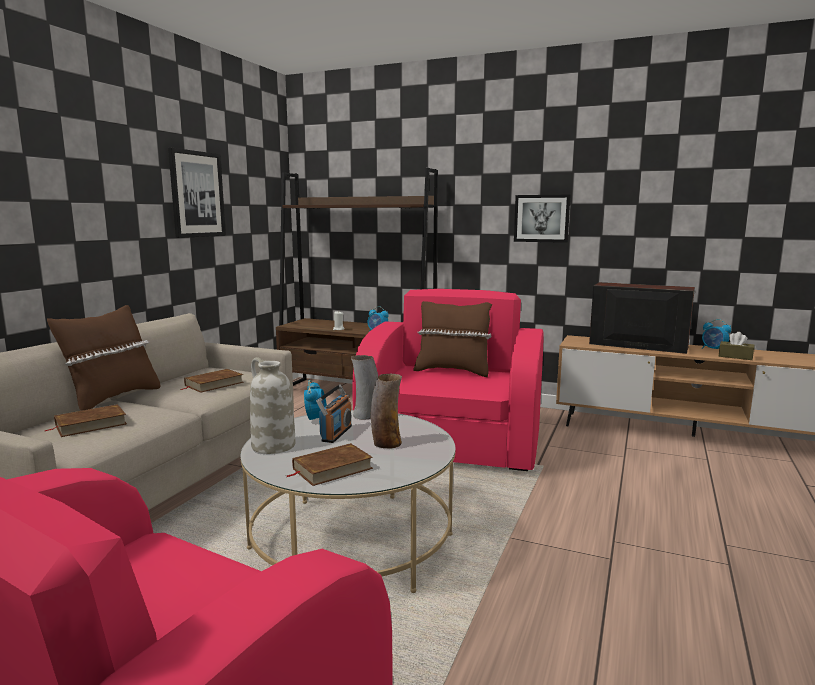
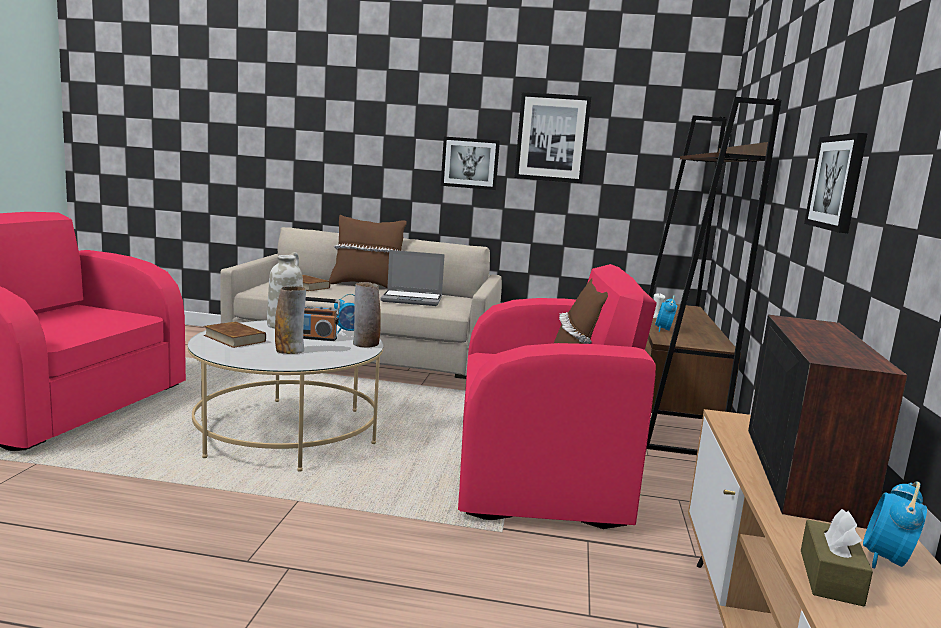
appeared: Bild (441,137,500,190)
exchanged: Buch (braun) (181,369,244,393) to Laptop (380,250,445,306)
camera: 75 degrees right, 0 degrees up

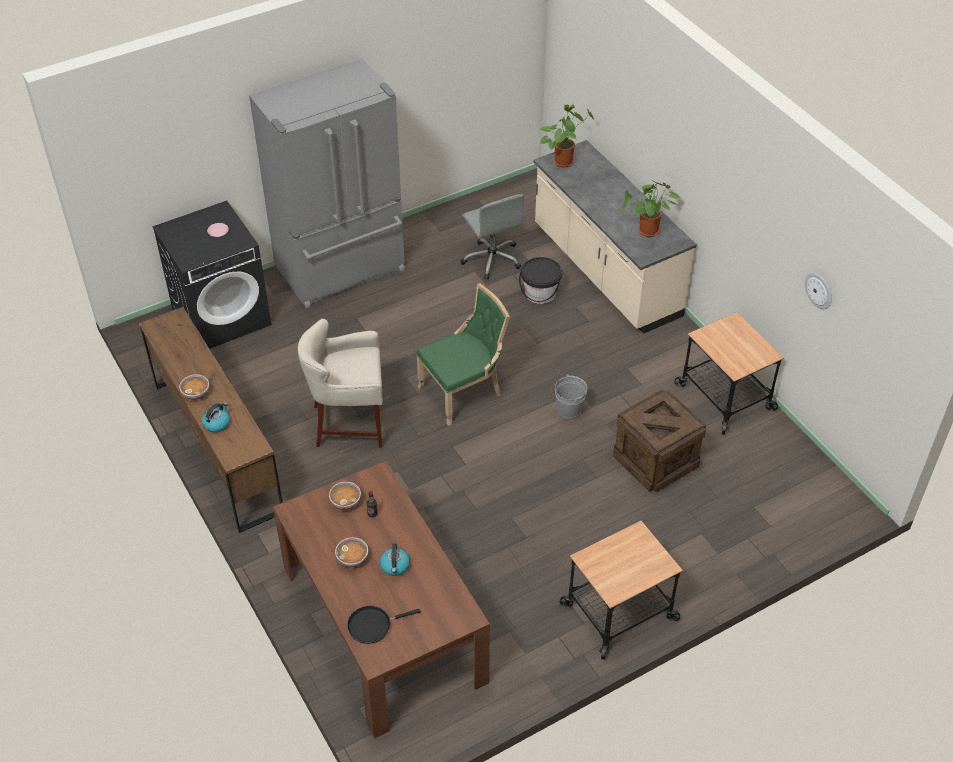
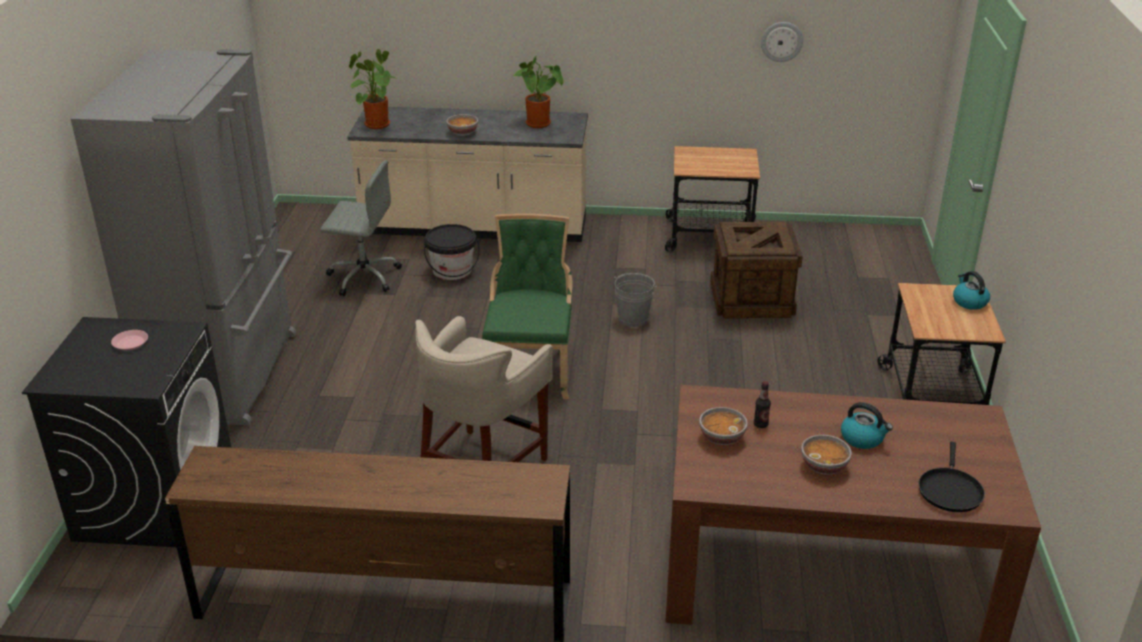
relocated: Schüssel (179,374,209,400) to (446,114,478,136); Wasserkessel (202,402,230,433) to (953,271,990,310)
camera: 55 degrees left, 15 degrees down

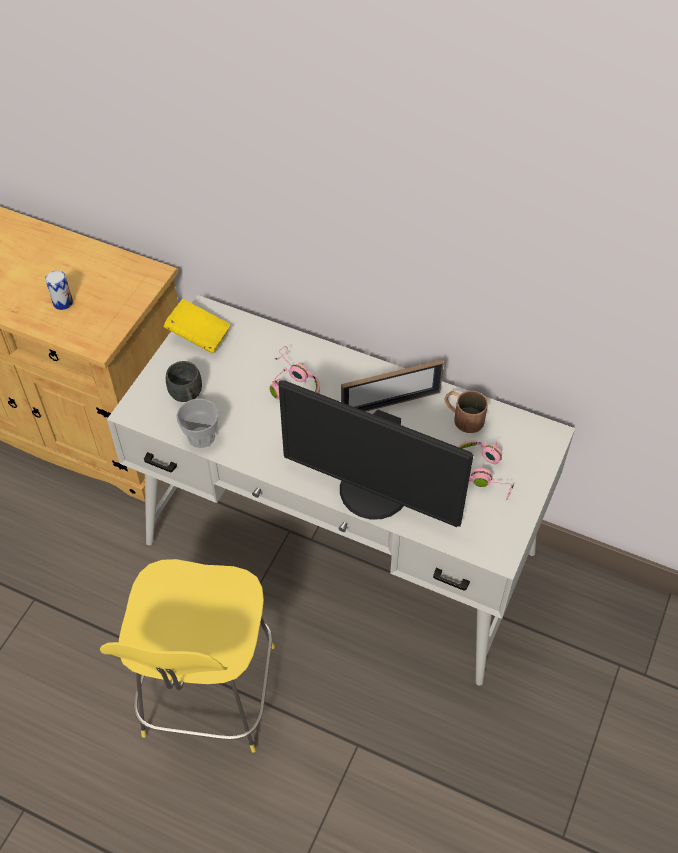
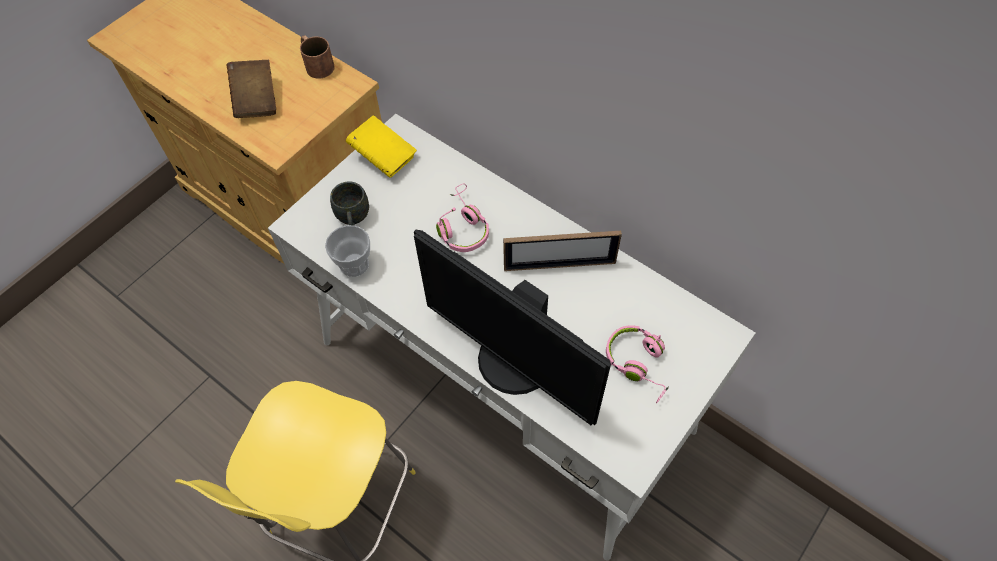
relocated: Henkelbecher (braun) (445,391,488,433) to (300,35,335,79)
exchanged: Dose (45,270,73,310) to Buch (braun) (227,60,276,118)
camera: 15 degrees right, 5 degrees up

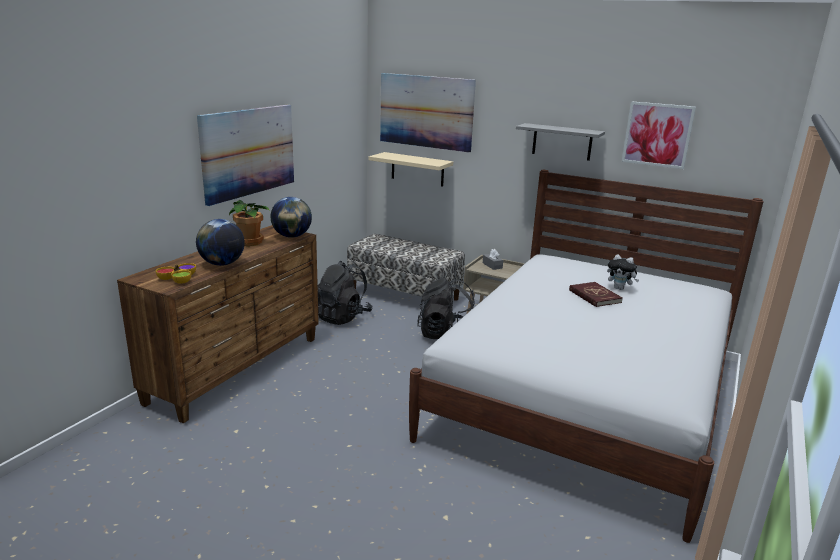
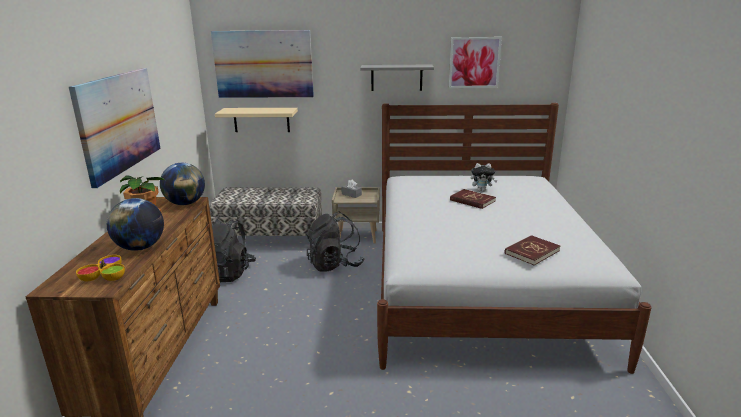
appeared: Buch (rot) (505,235,560,265)
camera: 25 degrees left, 0 degrees up

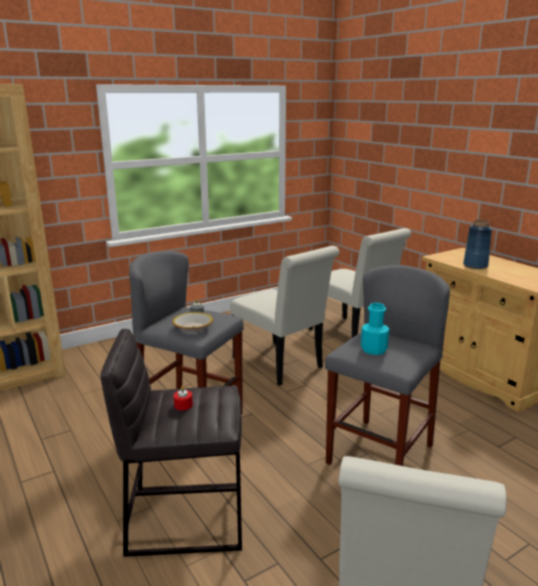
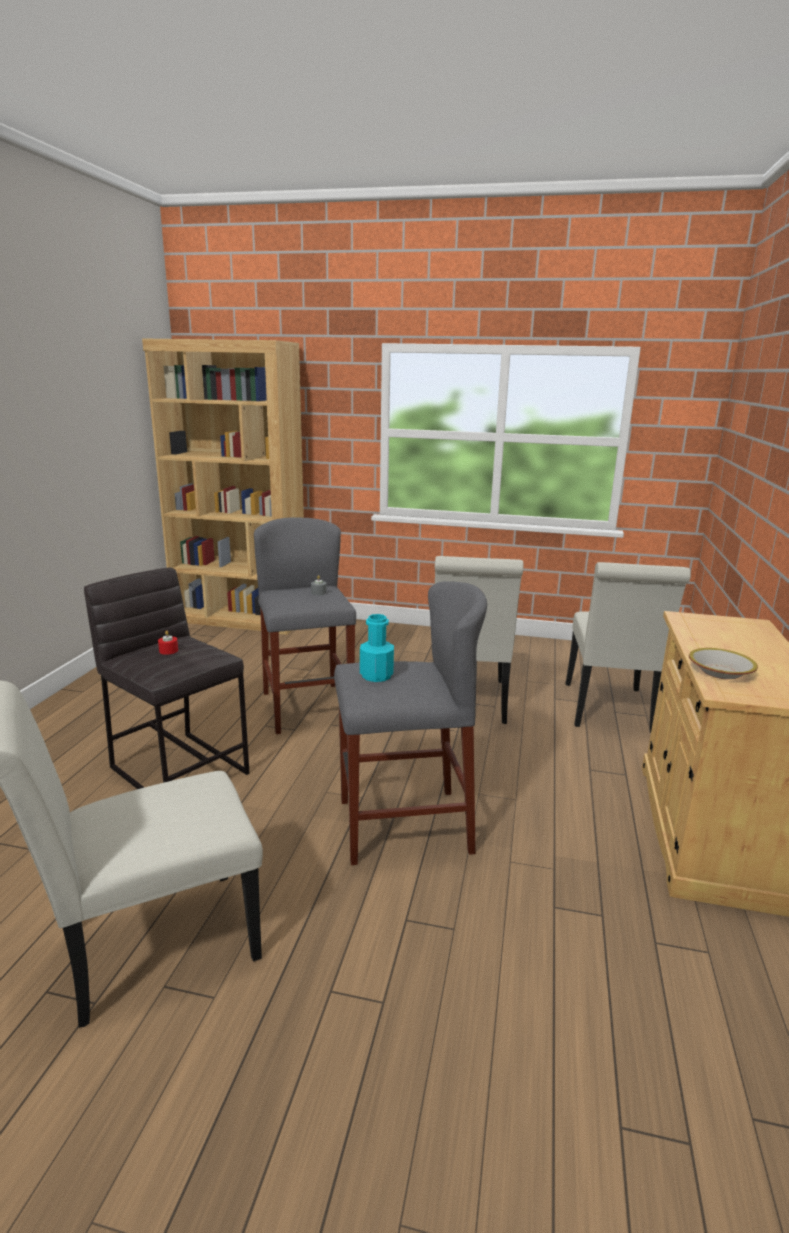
missing: Vase (blau) (463,220,492,269)
relocated: Schüssel (172,312,213,332) to (689,648,758,679)
camera: 45 degrees right, 0 degrees up

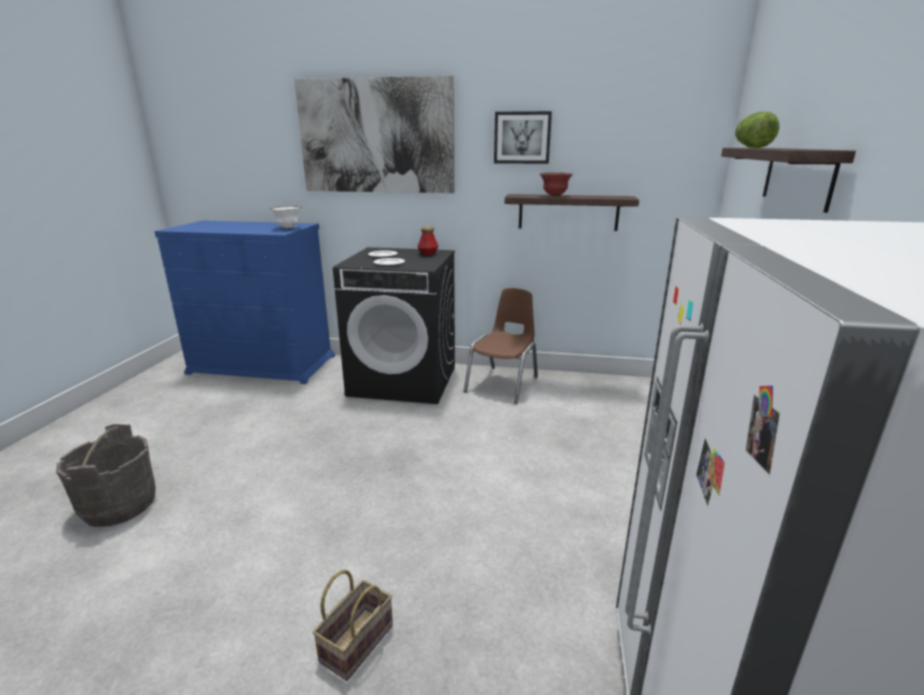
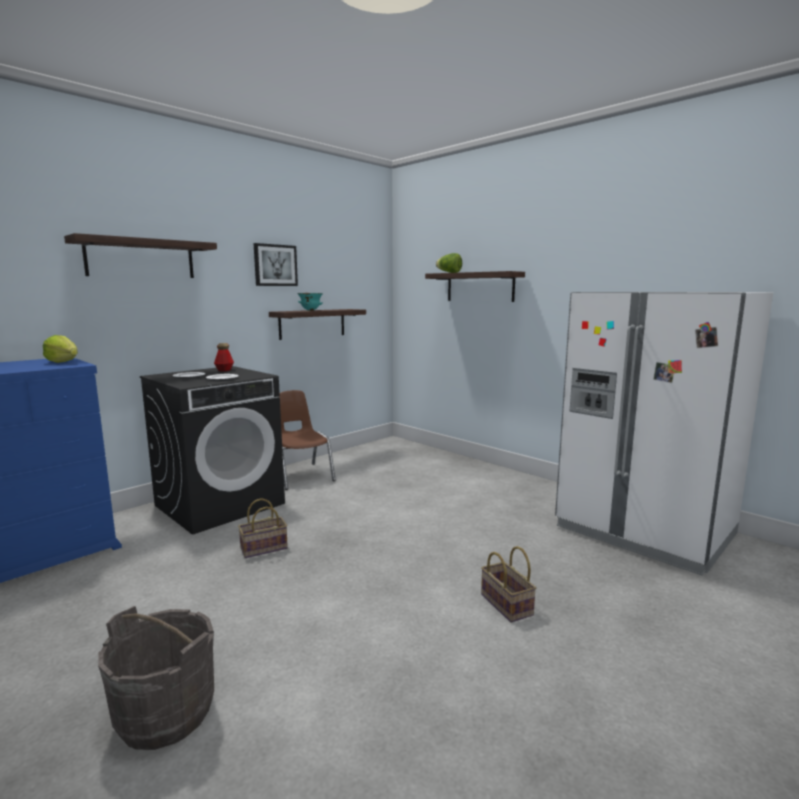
appeared: Korb (238,498,288,558)
exchanged: Schüssel (weiß) (271,206,301,229) to Salatkopf (43,335,78,363); Bild (294,76,454,193) to Wandregal (64,233,217,278)
colour: Schüssel (rot) (540,172,573,196) to Schüssel (türkis) (297,293,323,311)
camera: 55 degrees left, 10 degrees down

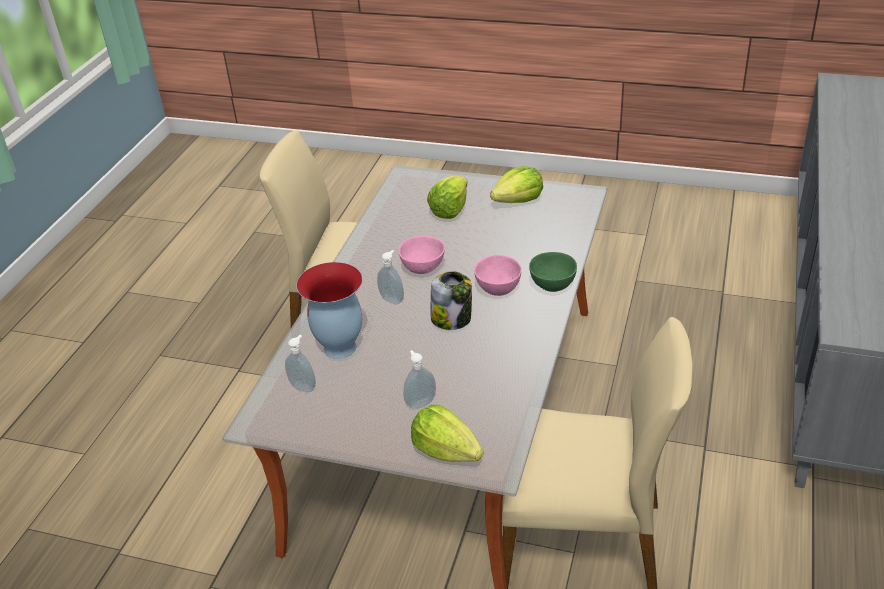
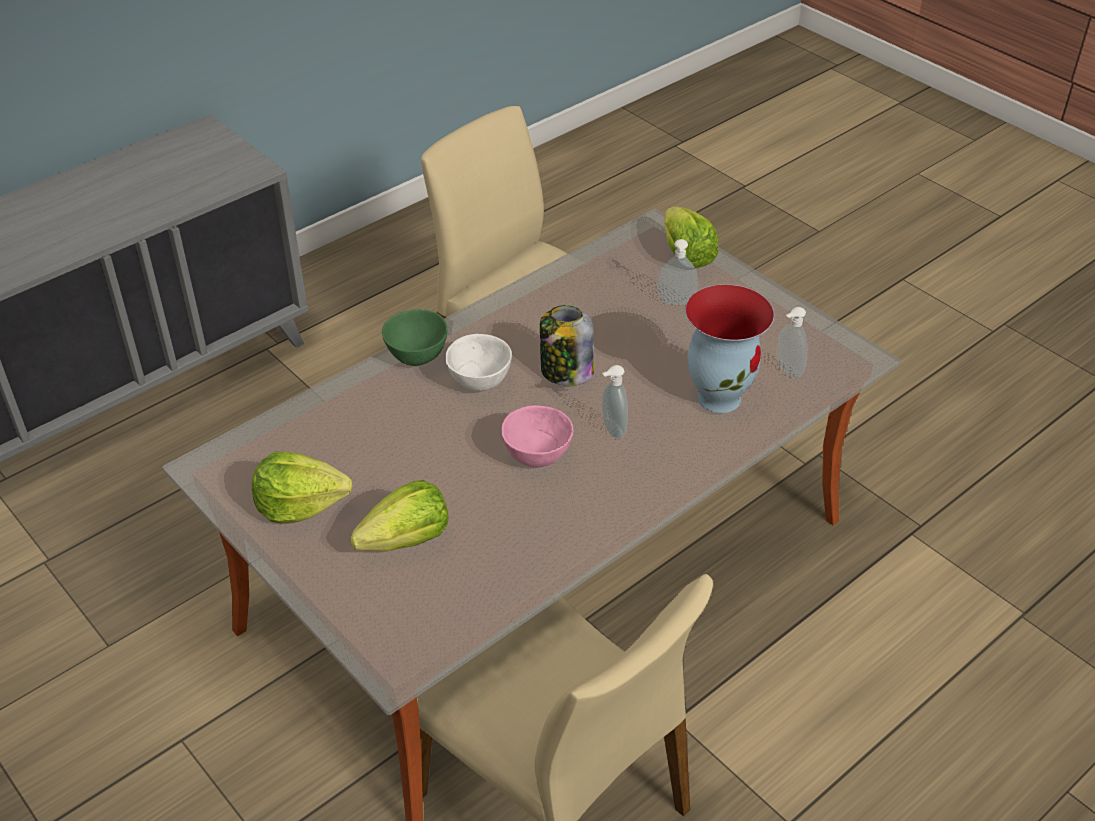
colour: Schüssel (rosa) (474,255,522,296) to Schüssel (weiß) (445,334,512,391)
camera: 150 degrees left, 5 degrees up

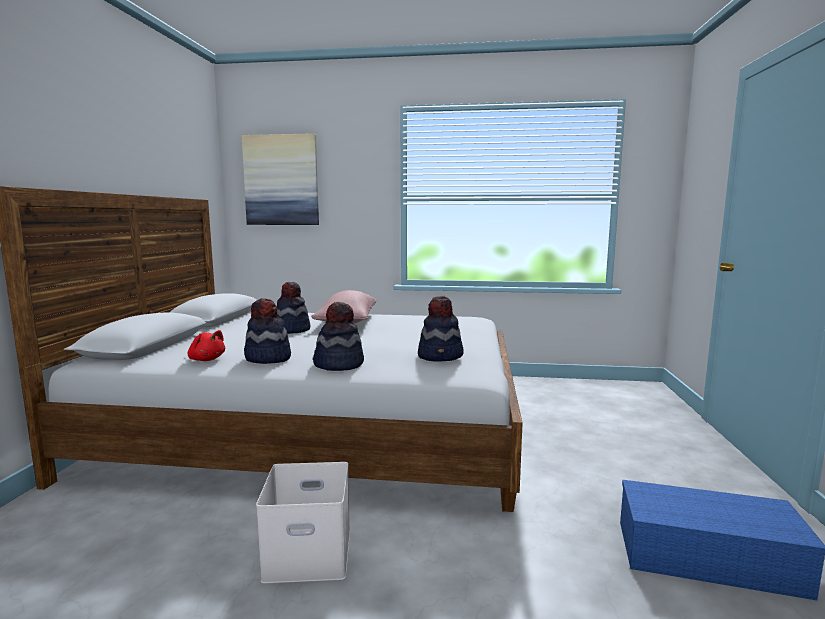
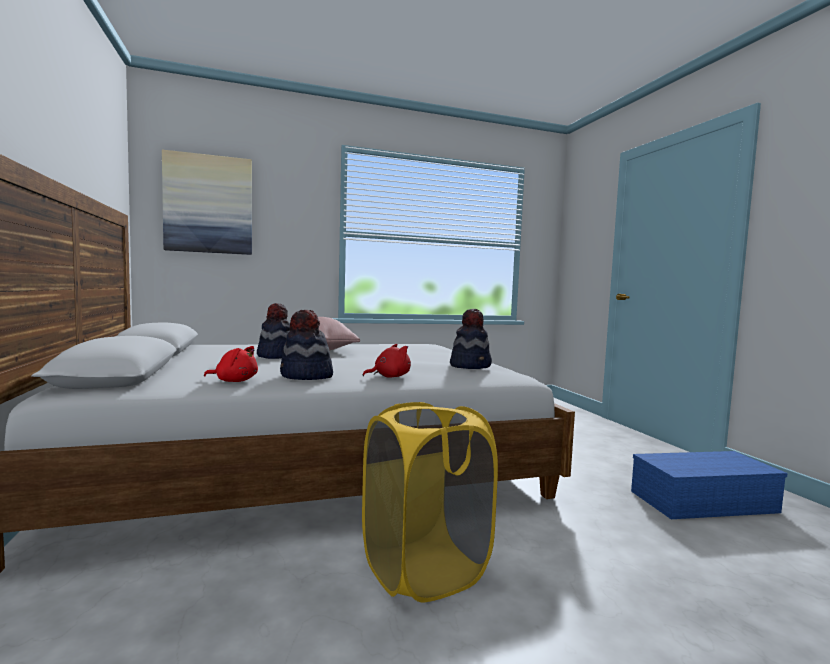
exchanged: Aufbewahrungsbox (weiß) (256,462,350,584) to Wäschekorb (gelb) (362,402,498,603); Hut (313,302,364,371) to Plüschtier (rot) (363,344,411,377)
camera: 25 degrees left, 5 degrees down

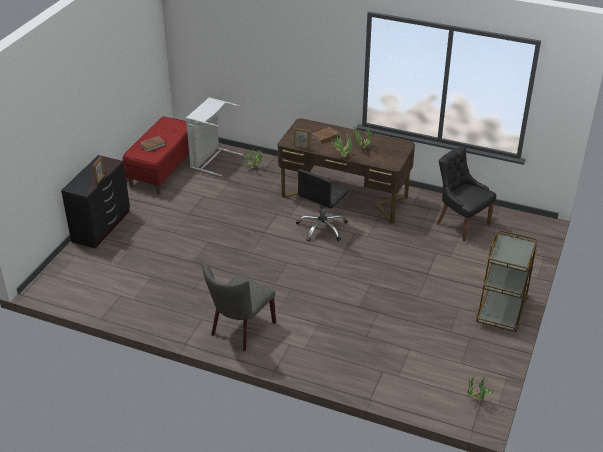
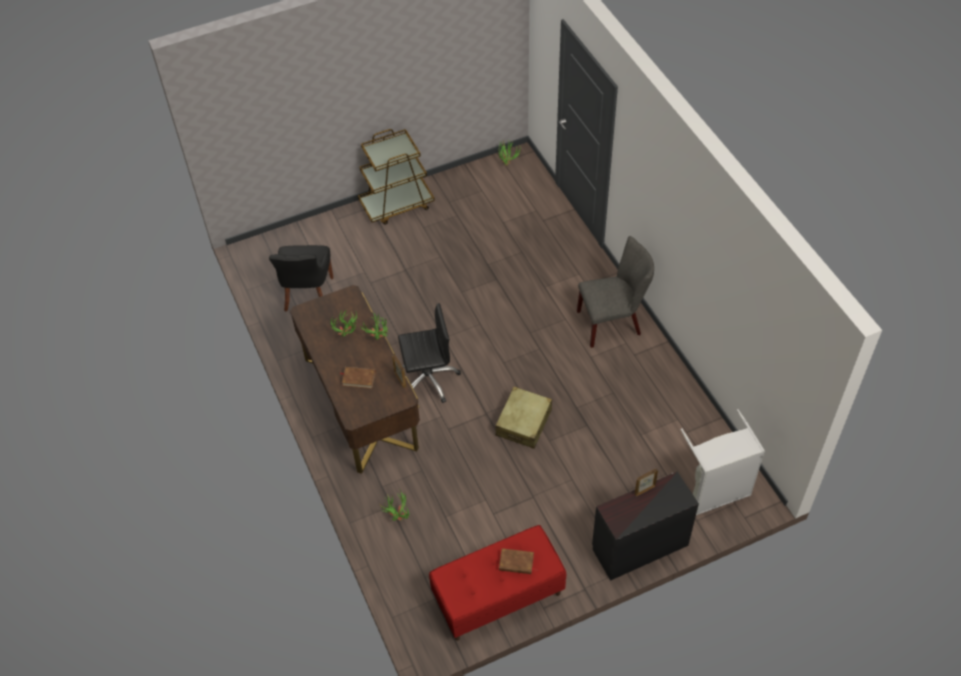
appeared: Koffer (beige) (495,387,552,449)
relocated: Wäschekorb (grau) (186,97,243,176) to (672,409,765,515)
camera: 135 degrees left, 15 degrees up

